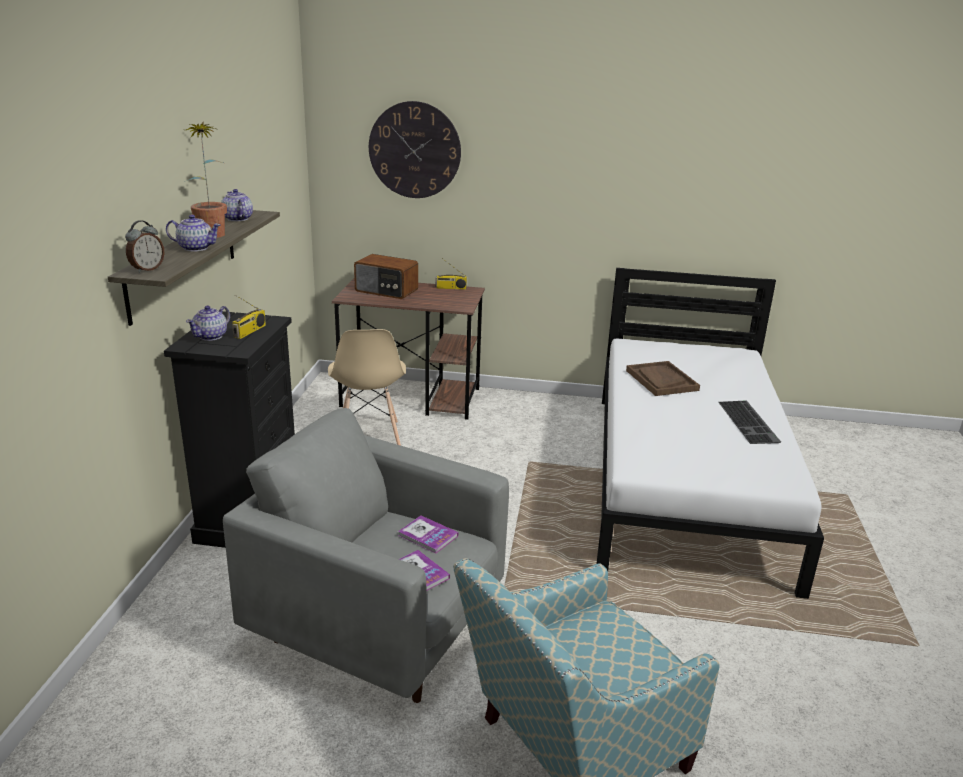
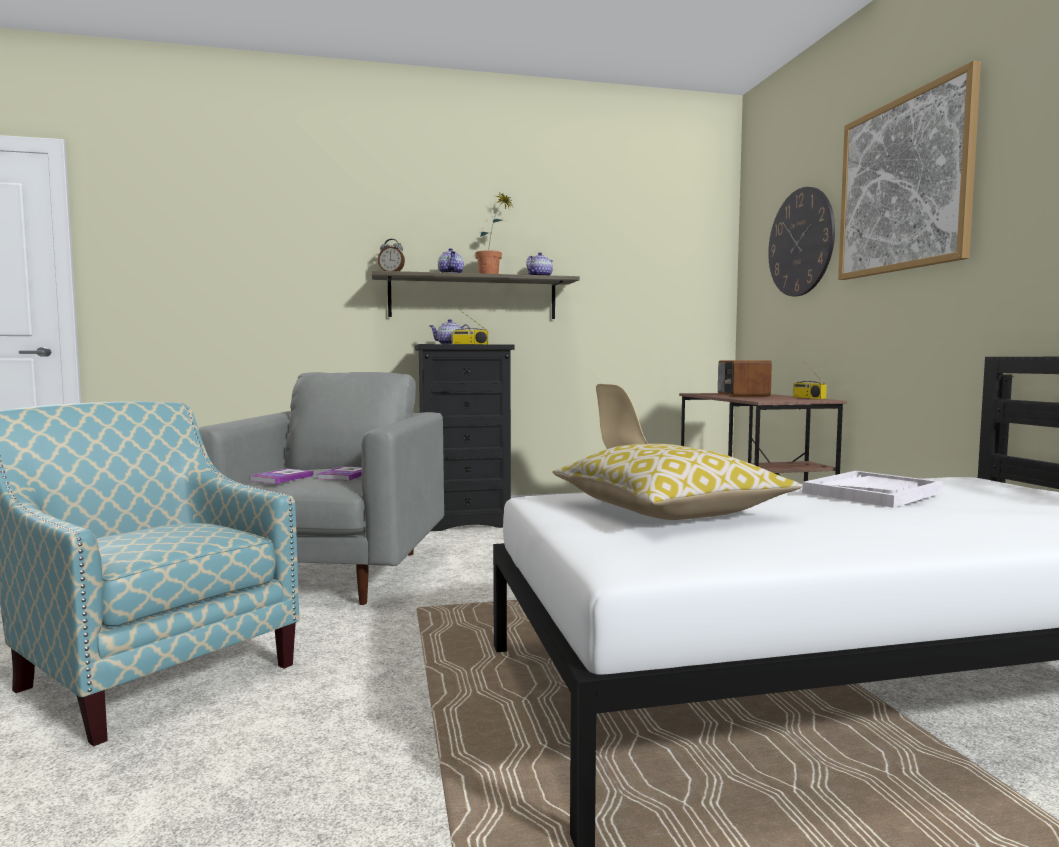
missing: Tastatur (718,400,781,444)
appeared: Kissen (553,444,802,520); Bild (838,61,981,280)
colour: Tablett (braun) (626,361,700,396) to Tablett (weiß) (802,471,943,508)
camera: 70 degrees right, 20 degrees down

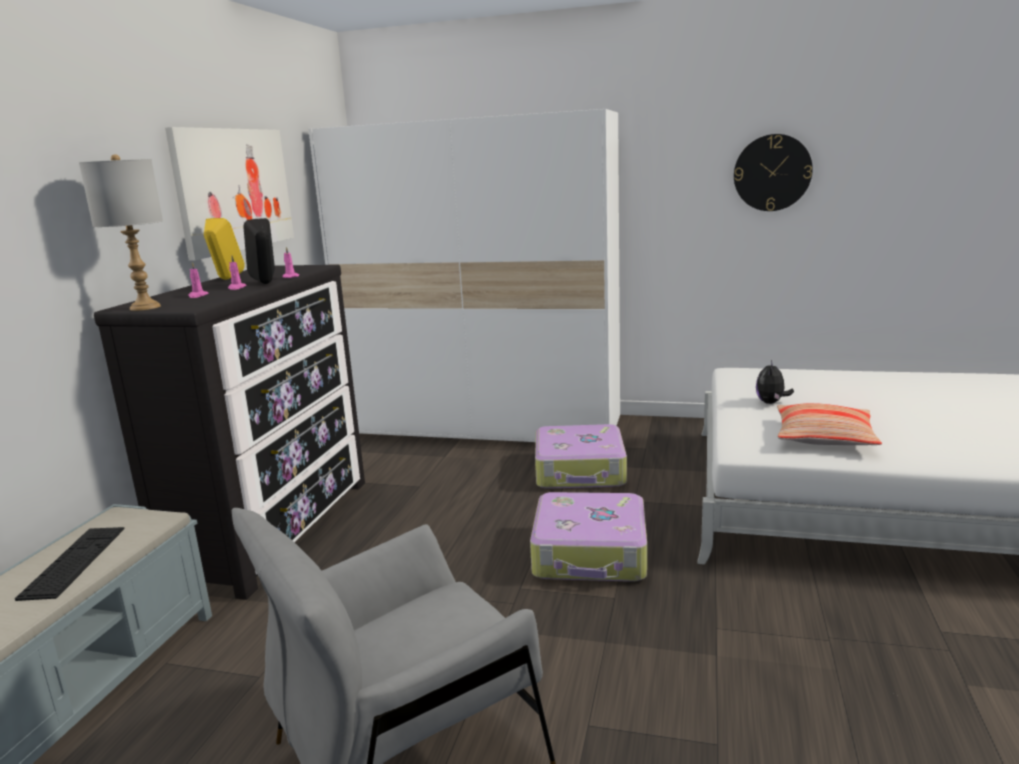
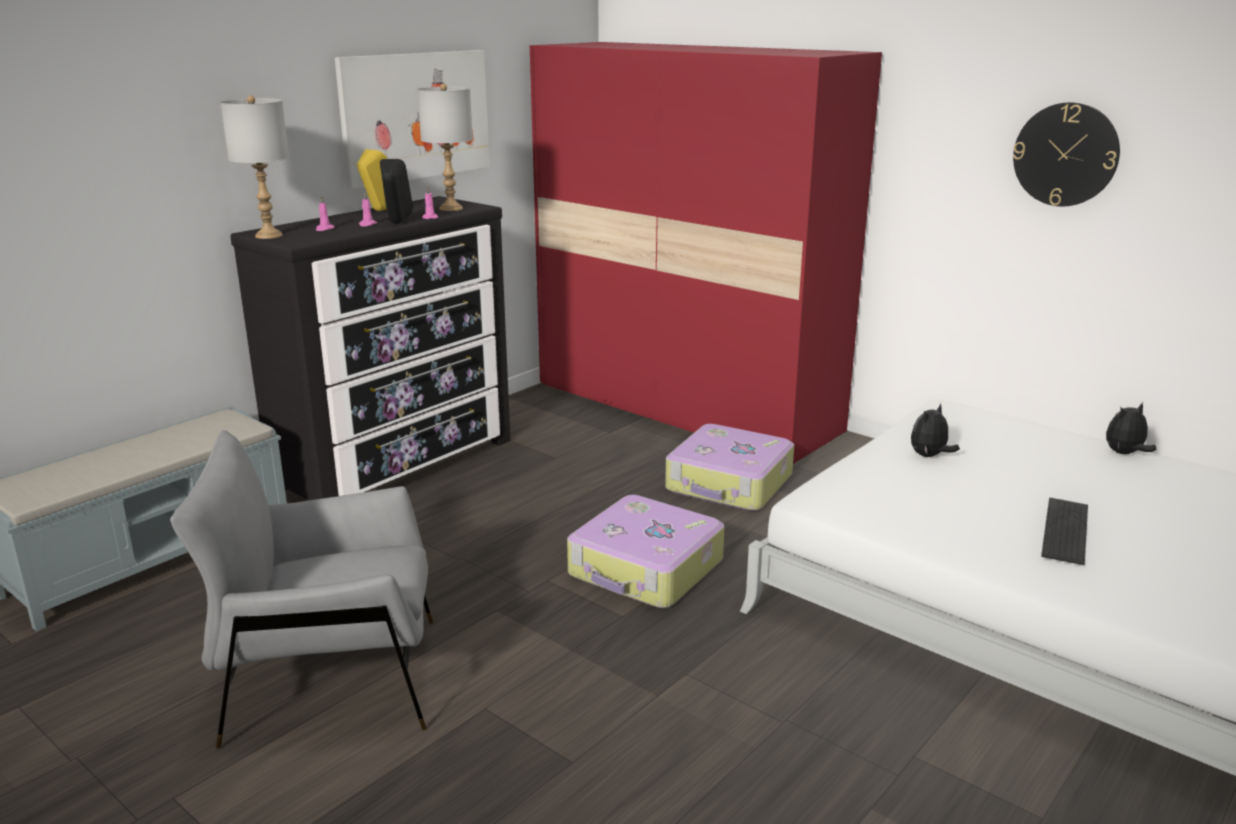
missing: Kissen (777,403,882,445)
appeared: Tischlampe (grau) (417,84,473,211); Plüschtier (1106,402,1157,454)
relocated: Tastatur (15,527,124,601) to (1041,498,1088,565)
colour: Kleiderschrank (weiß) (308,109,620,442) to Kleiderschrank (rot) (530,42,882,464)
camera: 25 degrees right, 5 degrees up

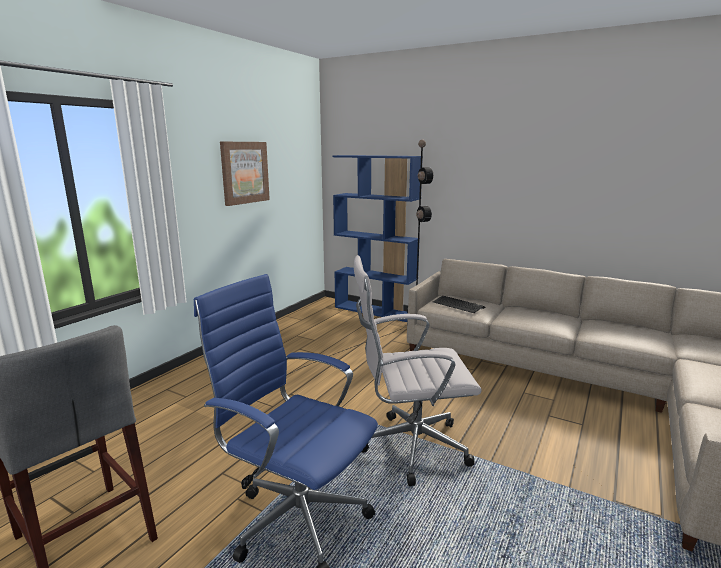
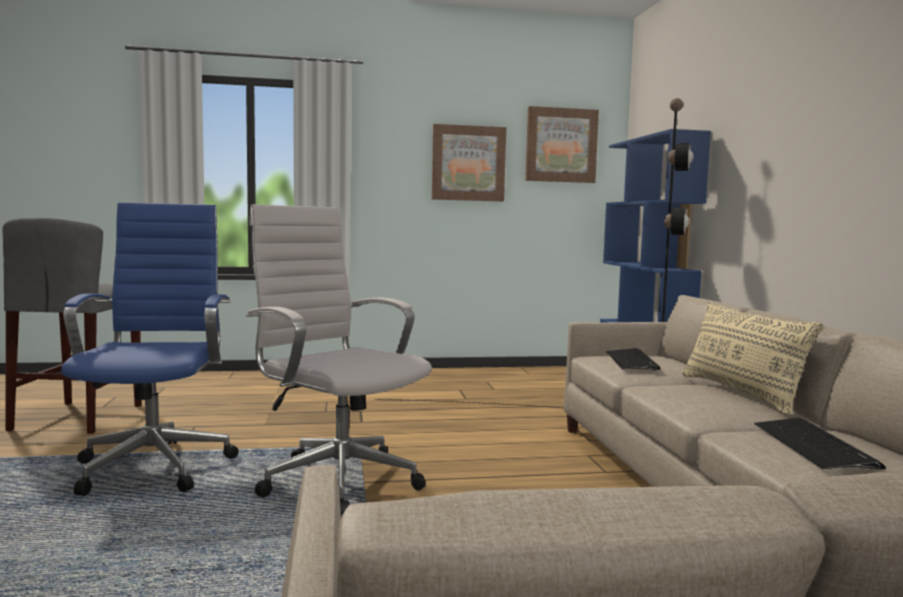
appeared: Bild (525,106,599,183); Kissen (beige) (682,301,824,415); Tastatur (754,418,886,470)
camera: 50 degrees right, 10 degrees down

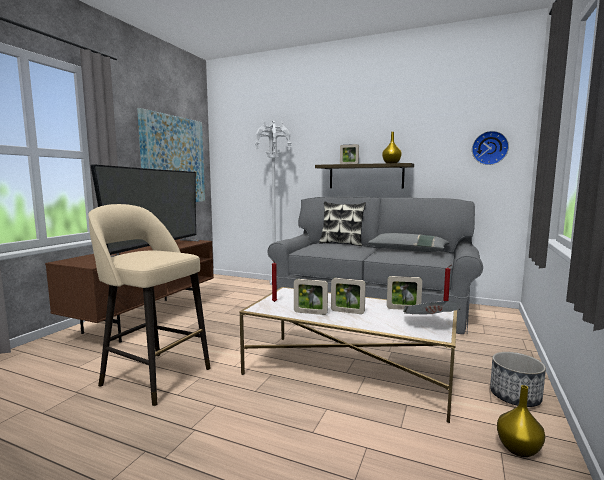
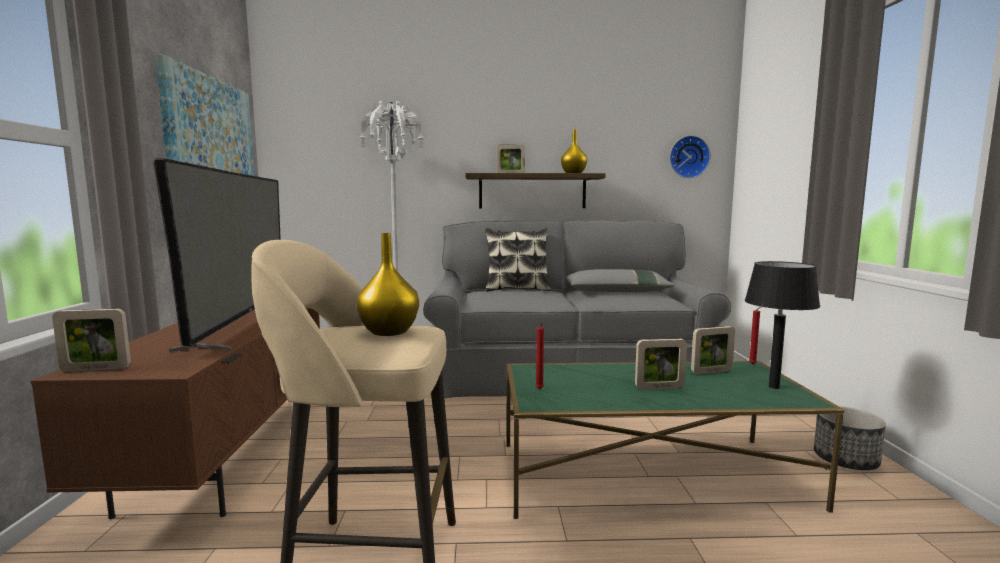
relocated: Bilderrahmen (294,279,328,315) to (52,309,131,372); Vase (gelb) (497,385,545,457) to (357,233,419,336)
exchanged: Zeitung (403,301,462,315) to Tischlampe (schwarz) (745,261,820,389)
colour: Couchtisch (weiß) (240,287,457,423) to Couchtisch (grün) (507,361,844,519)
camera: 25 degrees left, 0 degrees up

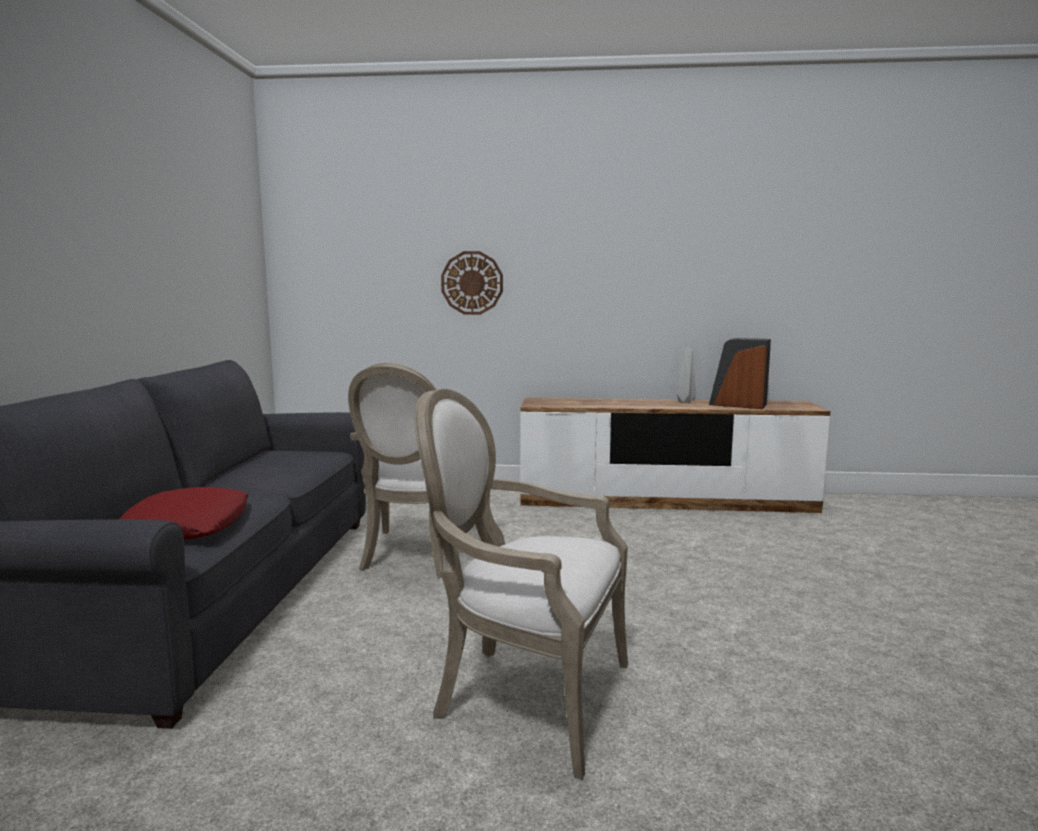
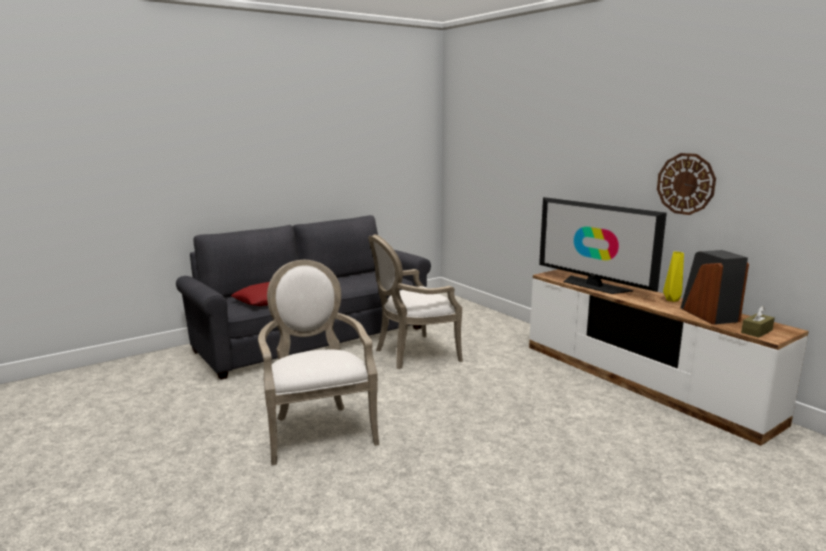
appeared: Fernseher (539,197,667,294); Taschentuchbox (braun) (741,306,775,338)
relocated: Wanduhr (441,251,503,315) to (657,153,716,215)
colour: Vase (grau) (677,349,696,403) to Vase (gelb) (663,252,684,302)
camera: 50 degrees right, 5 degrees up

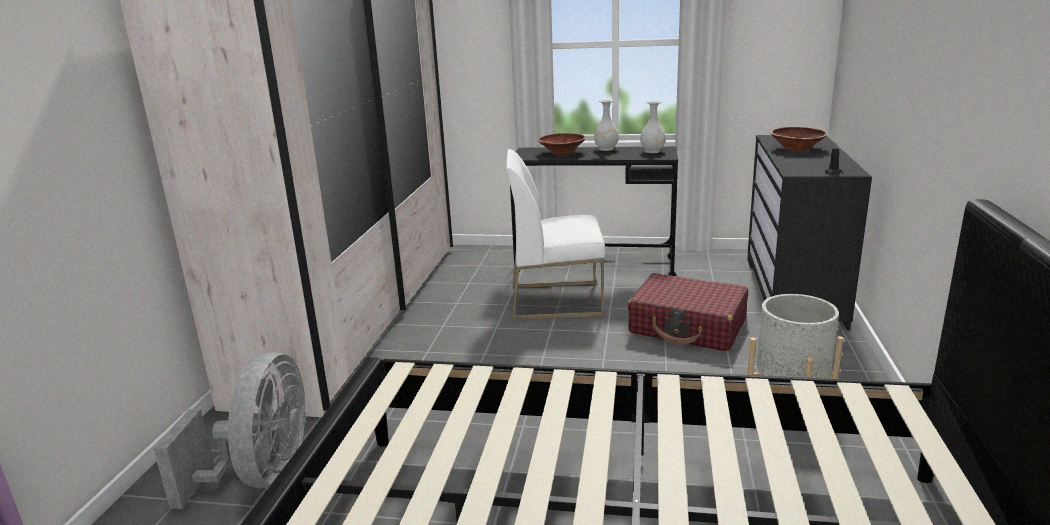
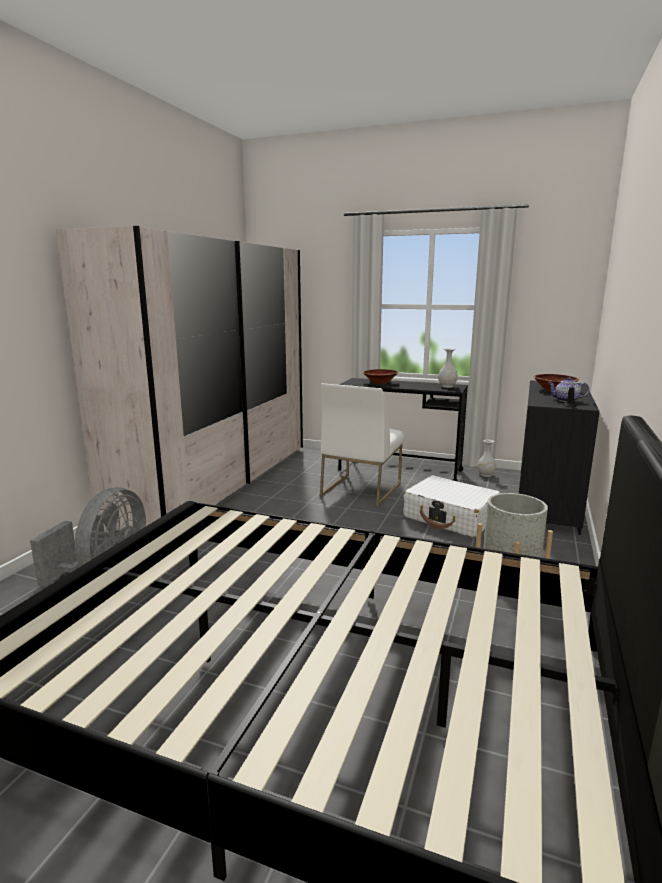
appeared: Teekanne (548,377,590,402)
relocated: Vase (weiß) (594,100,619,151) to (477,439,496,477)
colour: Koffer (rot) (628,273,748,351) to Koffer (weiß) (403,475,501,538)
spun: Stuhl (weiß) (506,149,605,320) = (320,383,404,507) 75 degrees counterclockwise
camera: 10 degrees right, 5 degrees down

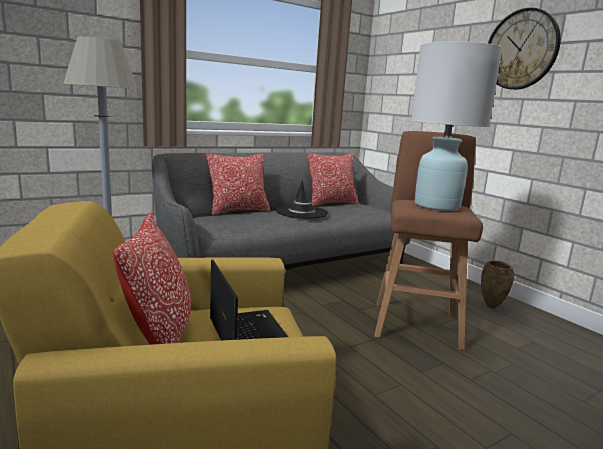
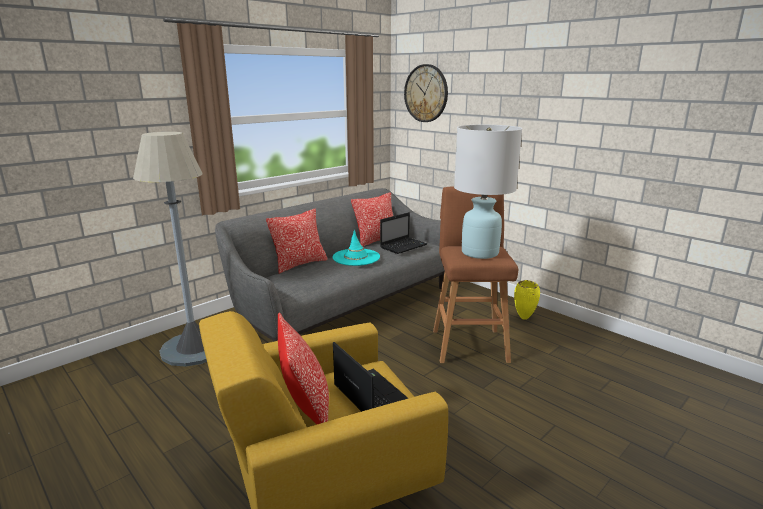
appeared: Laptop (380,212,428,254)
relocated: Wanduhr (488,8,561,90) to (404,64,448,122)
colour: Hut (schwarz) (275,180,328,219) to Hut (türkis) (332,230,380,266); Vase (braun) (481,261,514,309) to Vase (gelb) (514,280,540,320)
camera: 10 degrees left, 5 degrees up

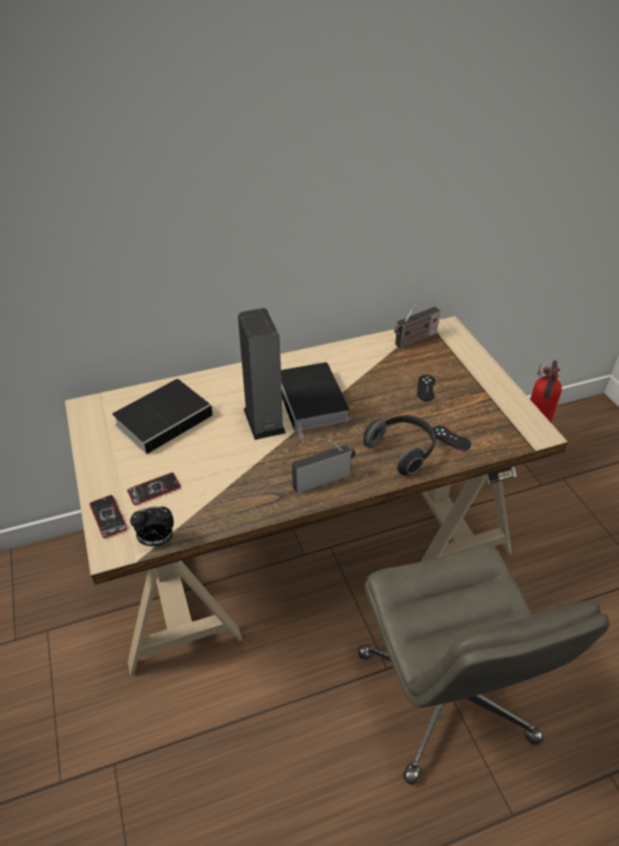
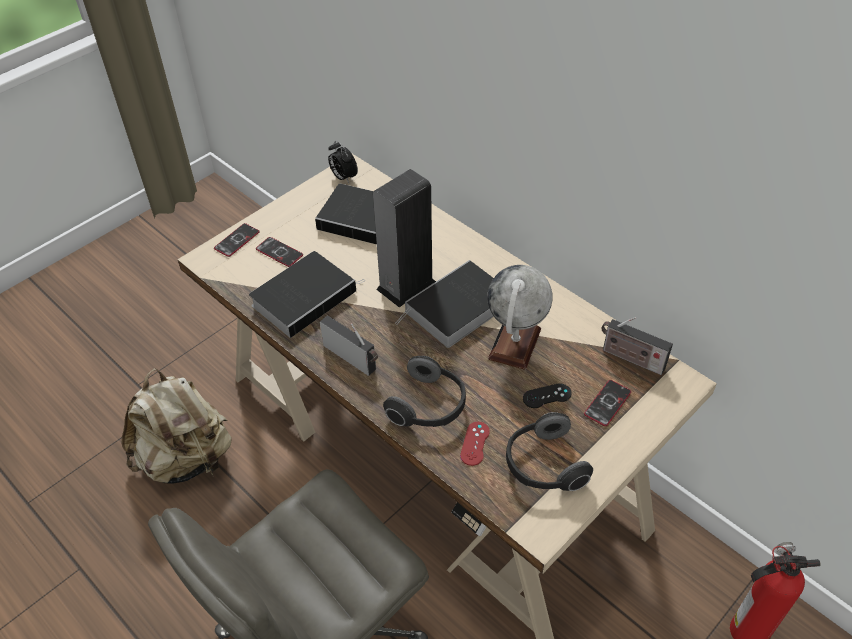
appeared: Rucksack (beige) (122,368,232,484); Buch (249,251,366,338); Globus (487,265,553,370); Kopfhörer (506,412,593,491); Handy (584,380,631,426)
relocated: Wecker (130,506,174,546) to (328,141,358,183)
colour: Gamepad (schwarz) (433,426,471,451) to Gamepad (rot) (460,422,490,466)
camera: 65 degrees right, 5 degrees up

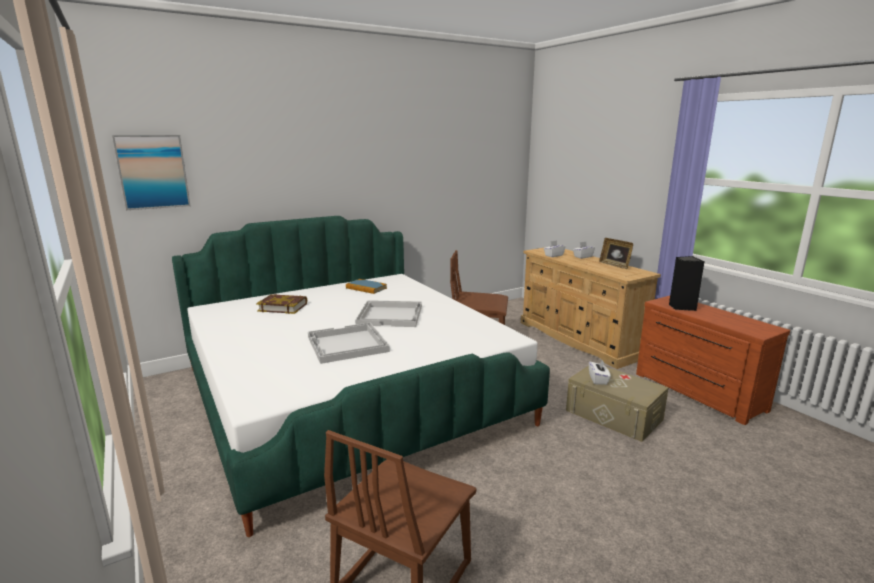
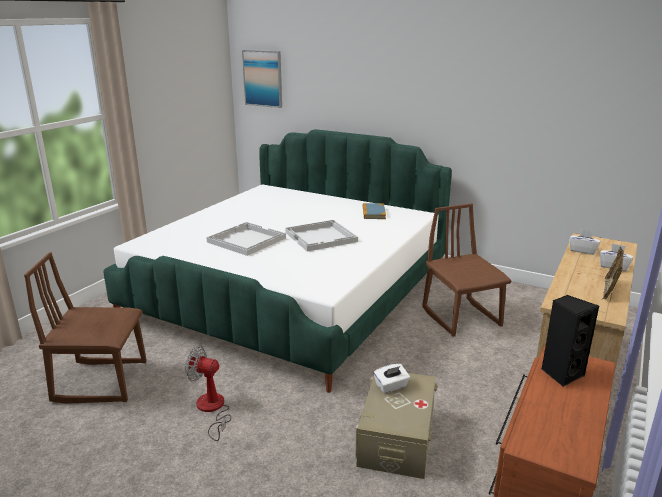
missing: Buch (256,294,307,314)
appeared: Ventilator (185,346,231,441)
camera: 60 degrees right, 5 degrees up

